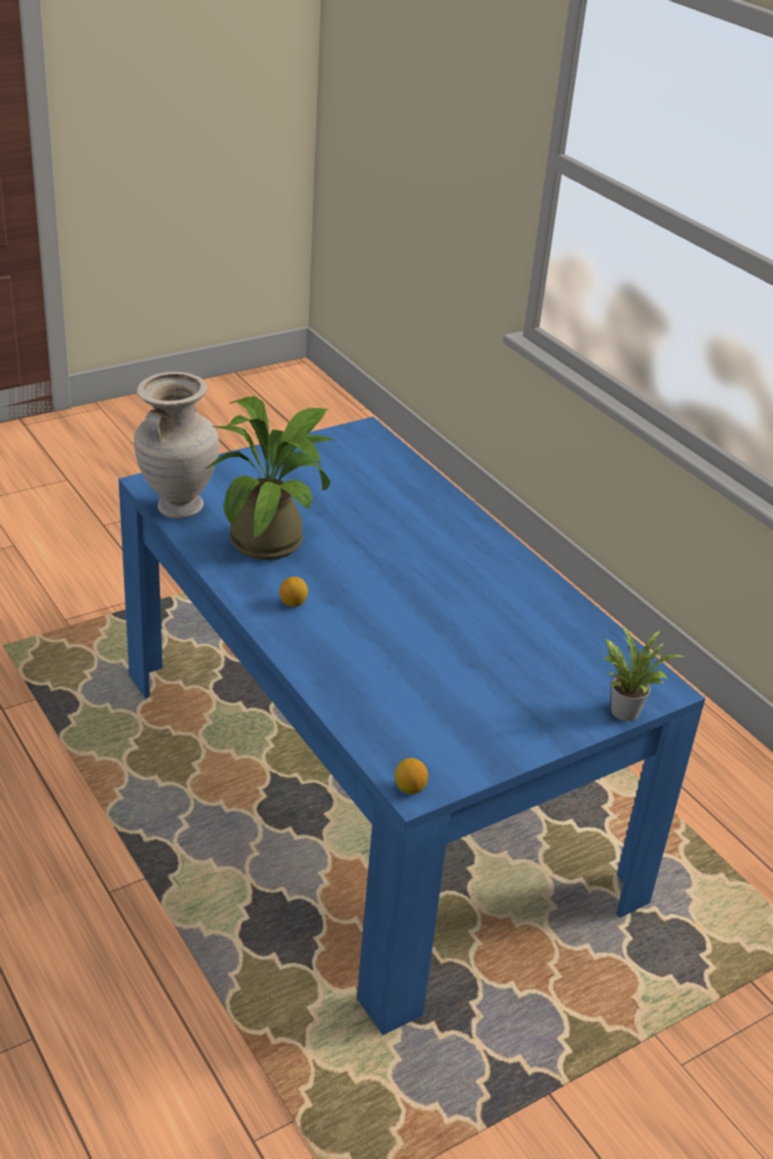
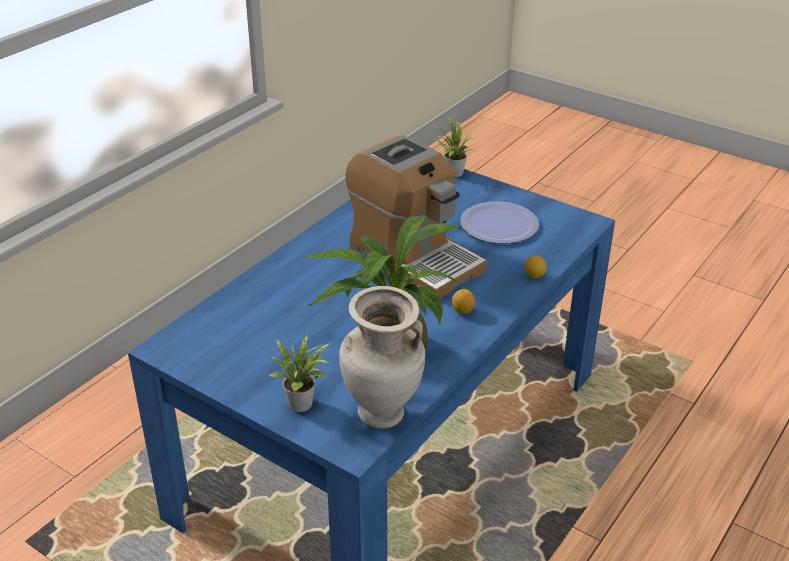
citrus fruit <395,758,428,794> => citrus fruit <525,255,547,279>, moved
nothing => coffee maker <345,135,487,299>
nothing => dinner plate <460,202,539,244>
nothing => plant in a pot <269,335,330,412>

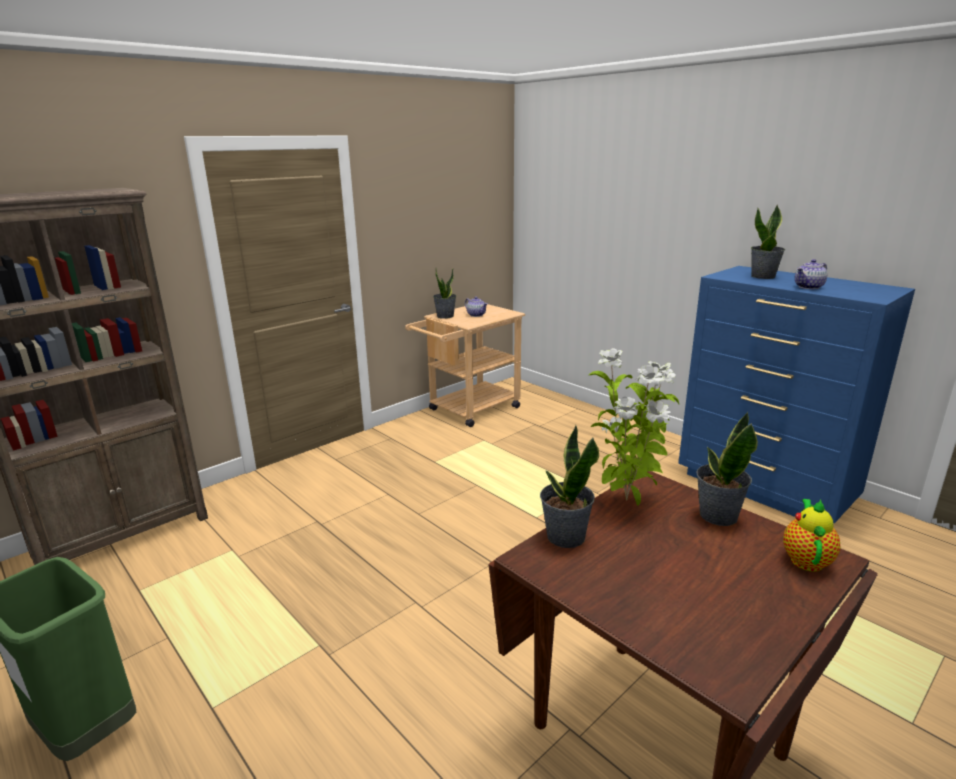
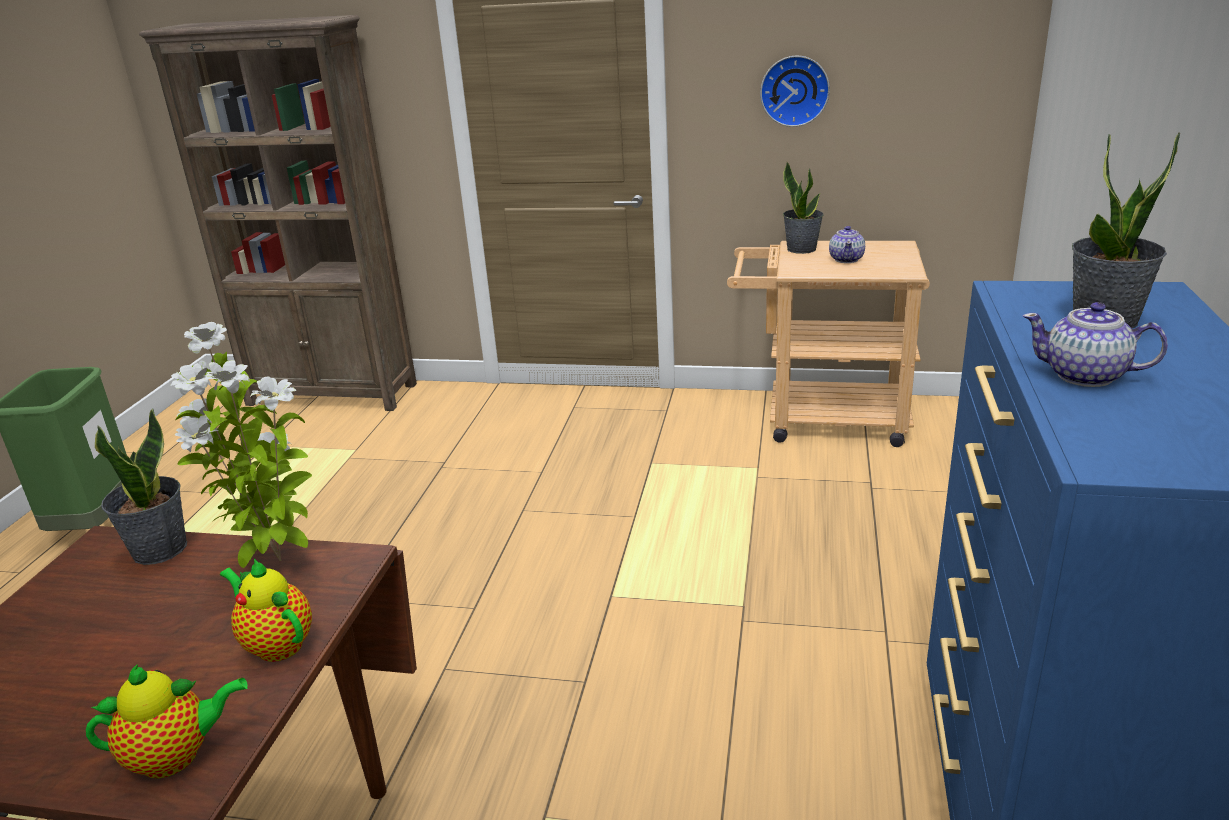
plant in a pot <696,412,758,526> => tea pot <220,559,312,662>
nothing => clock on the wall <760,56,830,127>

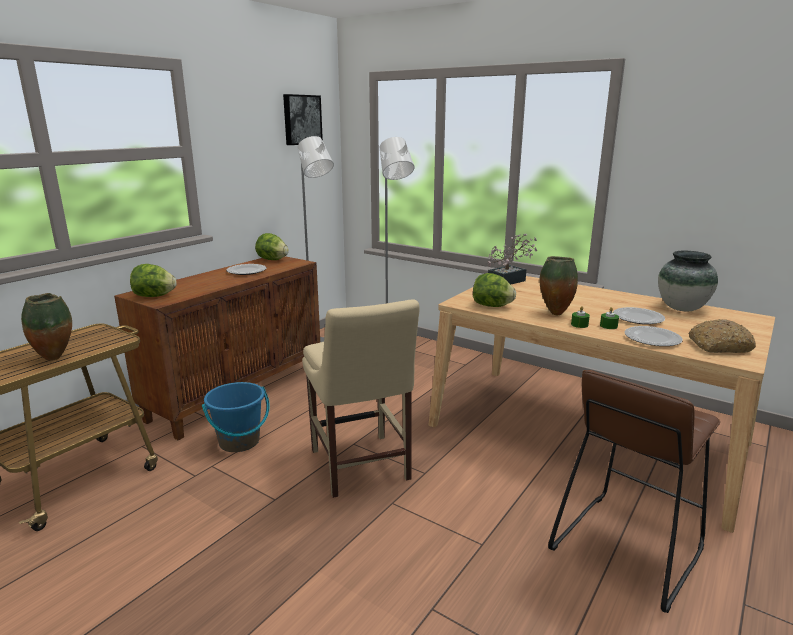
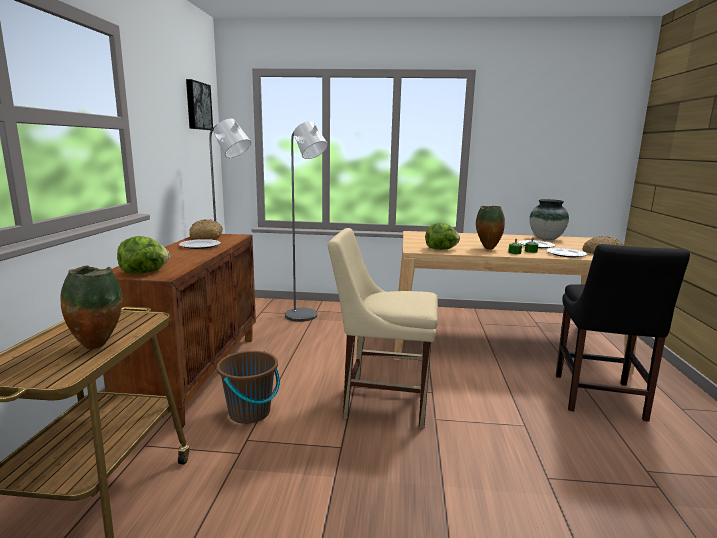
lettuce head <255,233,289,260> => bread <189,219,223,239>
plant in a pot <488,234,538,284> => nothing
sand-coloured upright chair <302,300,420,498> => sand-coloured upright chair <328,228,438,428>, 150 degrees clockwise
brown-coloured stool <548,370,720,613> => blackish upright chair <556,244,690,422>
blue water bucket <202,382,270,452> => brown-coloured water bucket <216,351,280,424>

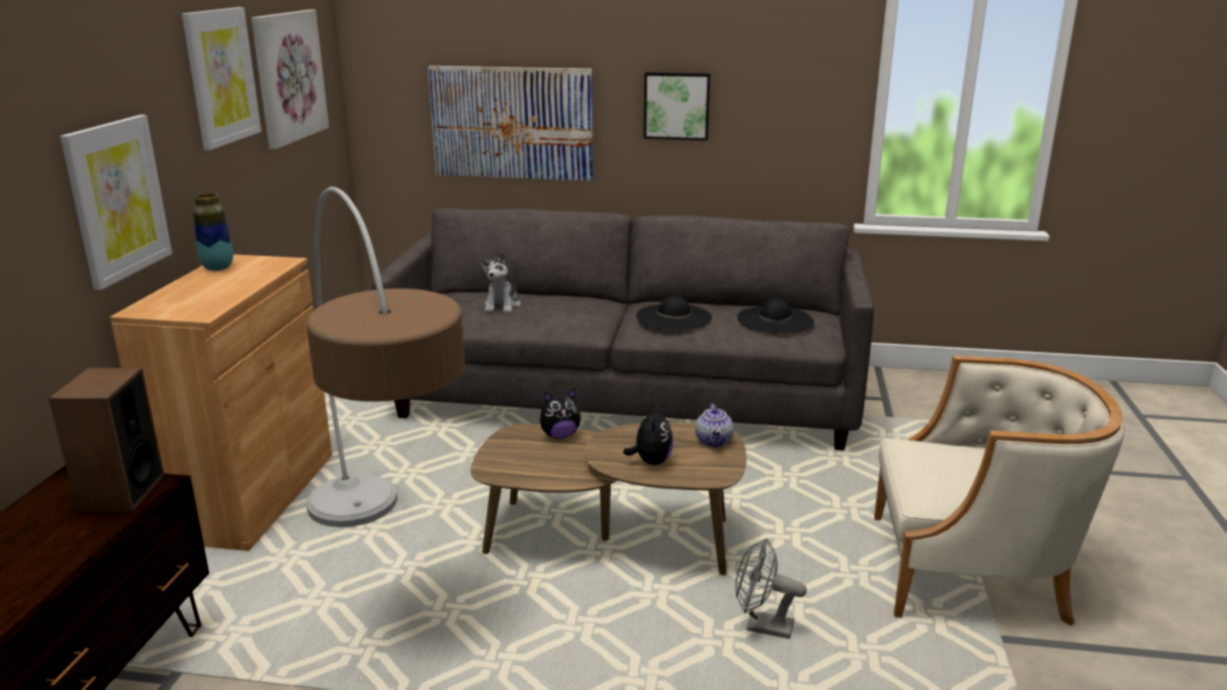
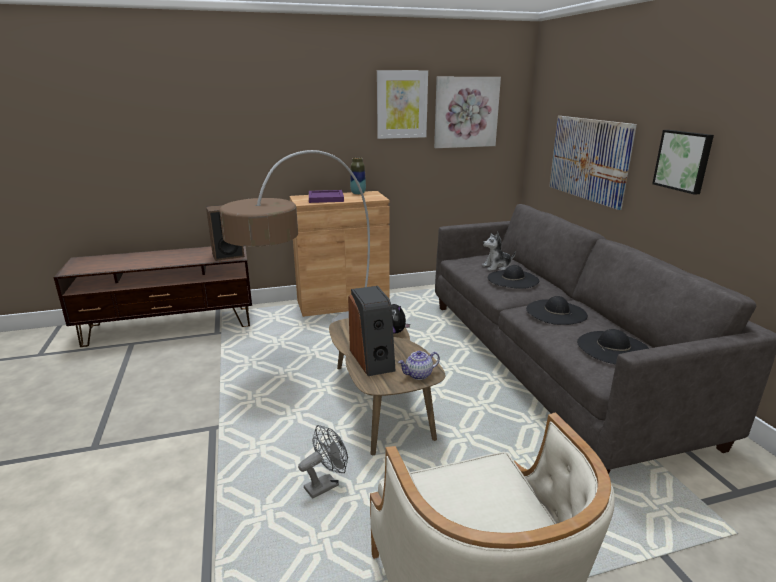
picture <60,115,172,290> => nothing
cuddly toy <623,404,673,465> => loudspeaker <348,286,396,376>
gray fan <735,538,807,639> => gray fan <298,425,348,499>, 60 degrees clockwise
nothing => purple-coloured carrying tray <309,190,344,203>
nothing => blackish hat <488,265,539,289>

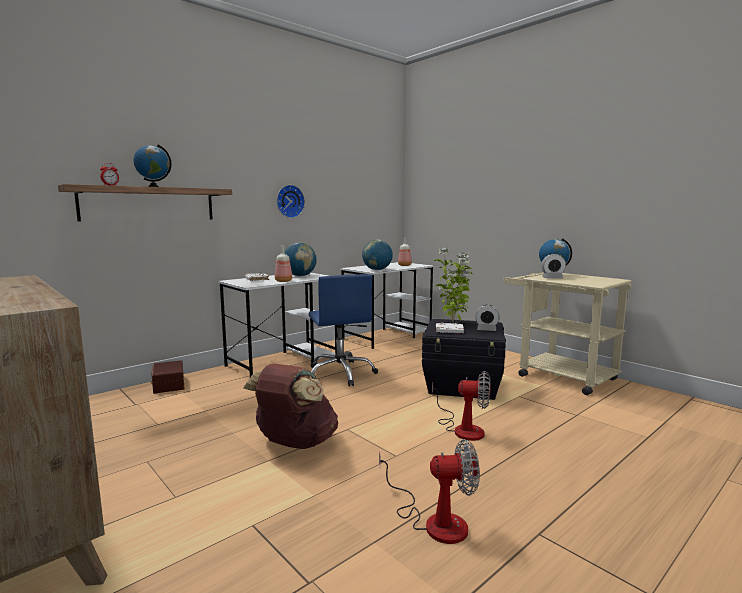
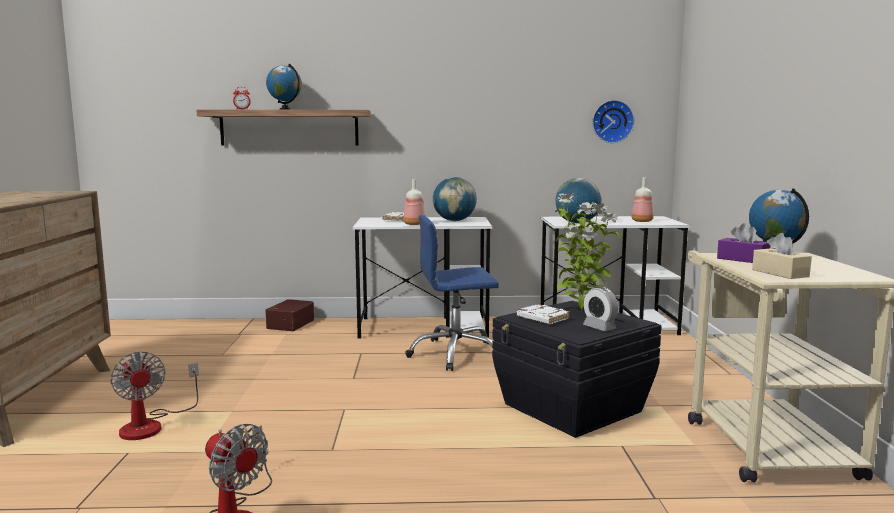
clock on the wall <277,185,305,218> => clock on the wall <592,100,635,143>, moved
table clock <541,254,566,278> => purple-coloured box of tissues <717,223,771,263>
blue desk chair <308,274,378,386> => blue desk chair <405,215,499,371>, 60 degrees clockwise
brown-coloured rucksack <243,364,338,449> => nothing
fan <432,371,491,441> => fan <110,352,199,440>, moved
nothing => sand-coloured box of tissues <752,233,812,279>

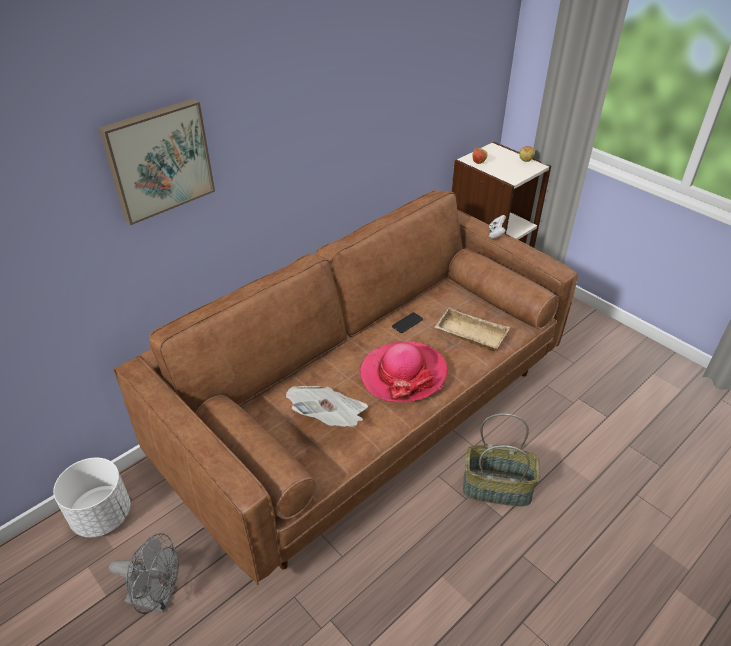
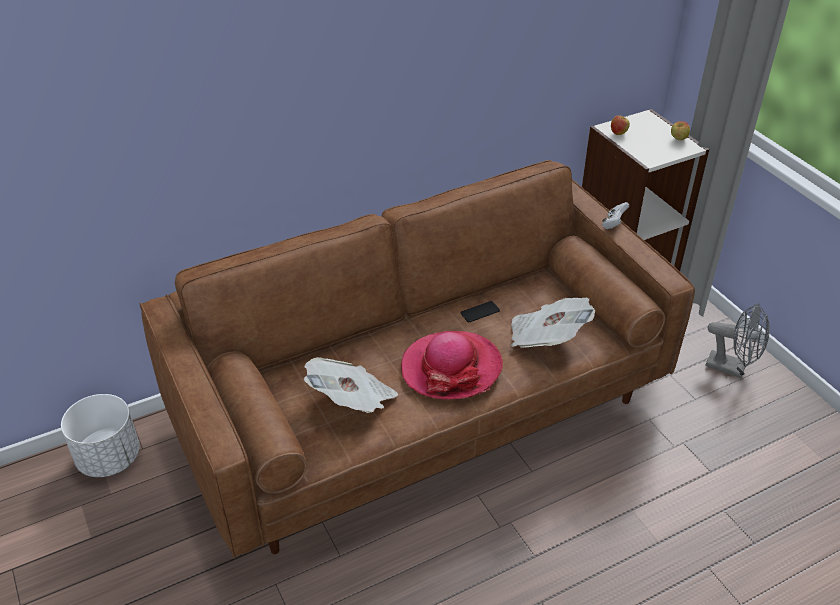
picture <99,99,215,225> => nothing
sand-coloured carrying tray <435,307,510,351> => newspaper <511,298,595,348>
basket <463,413,540,506> => nothing
gray fan <109,533,179,614> => gray fan <705,303,770,378>, moved

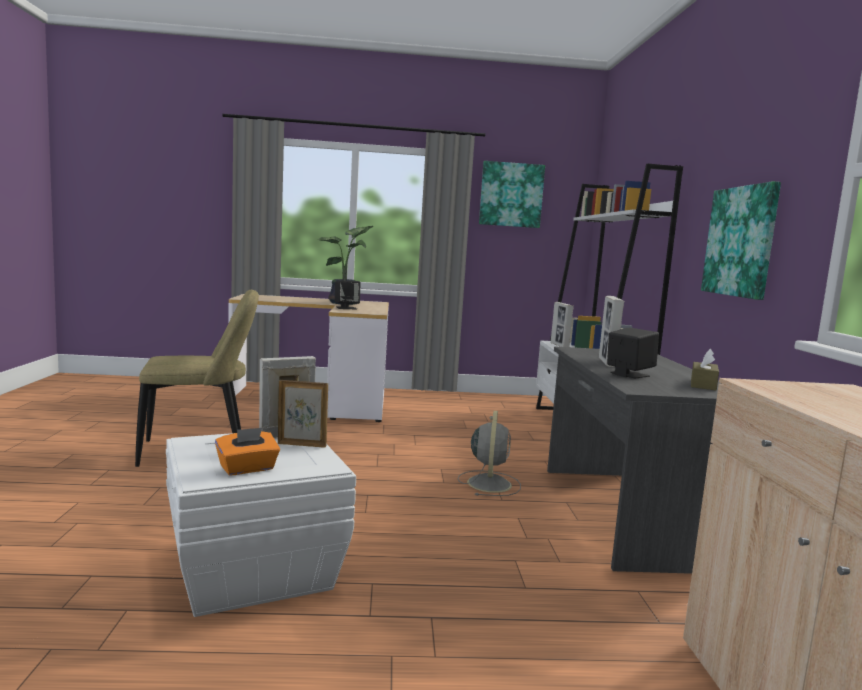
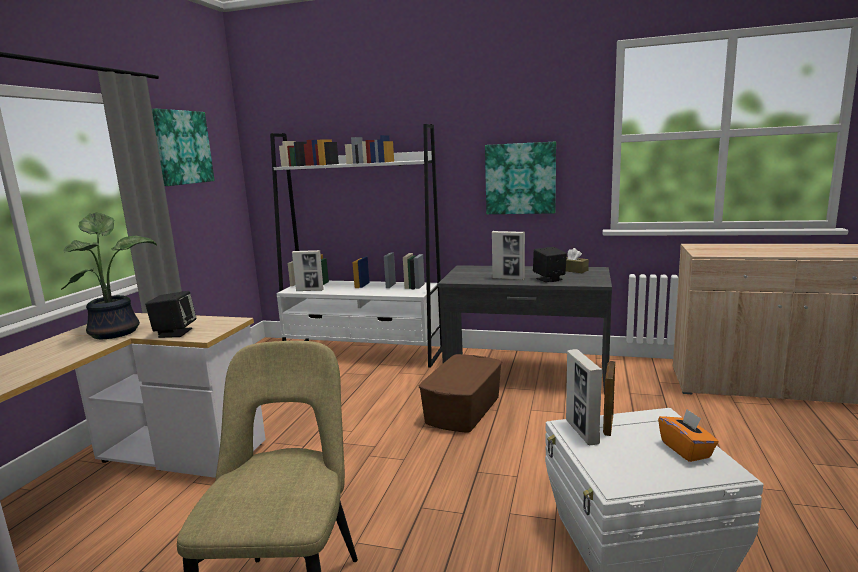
gray fan <458,411,521,496> => brown-coloured storage container <419,354,502,433>

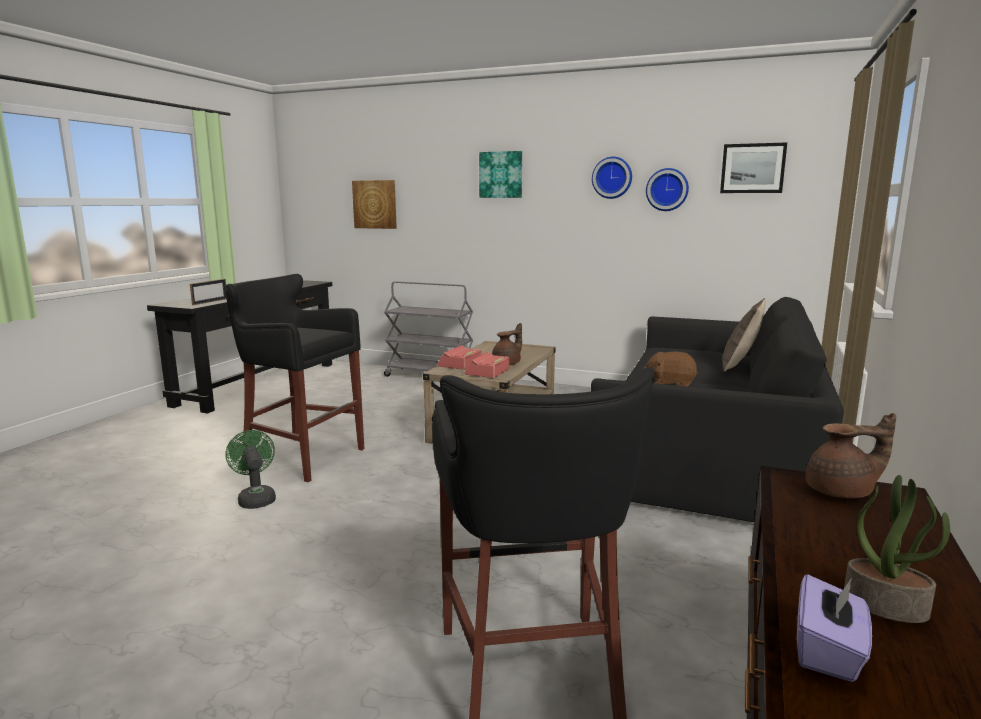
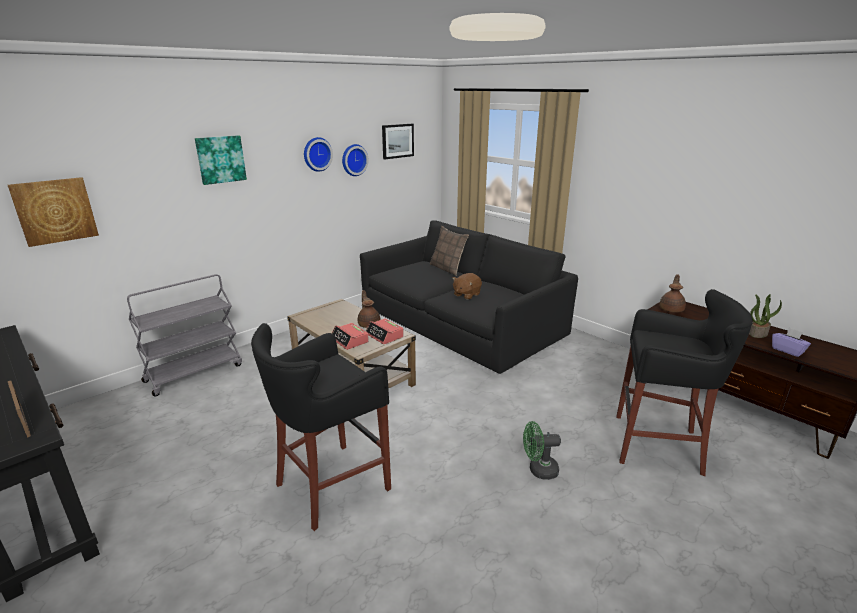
green-coloured fan <225,430,276,509> => green-coloured fan <523,421,561,480>, moved

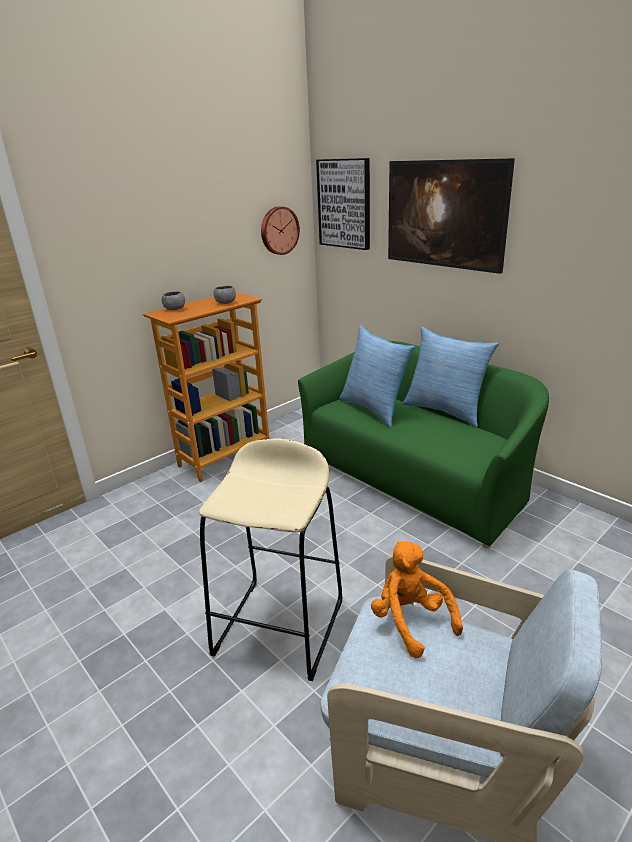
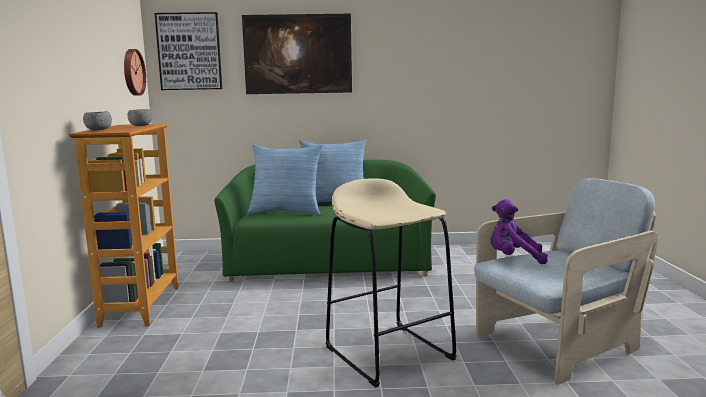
orange-coloured cuddly toy <371,541,463,658> => purple-coloured cuddly toy <490,199,548,264>

